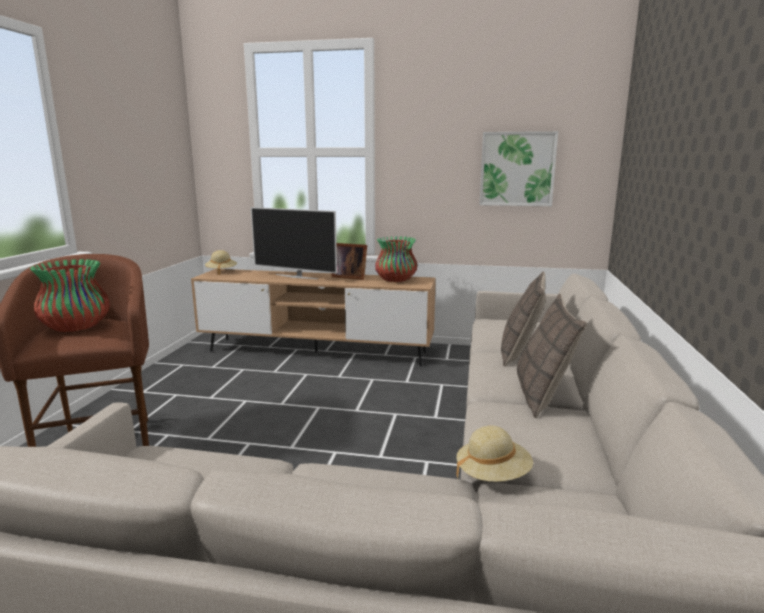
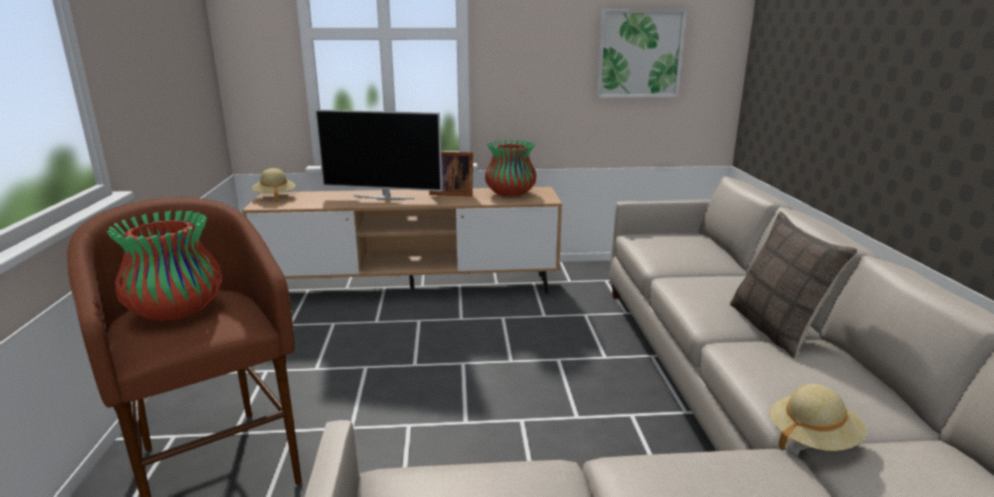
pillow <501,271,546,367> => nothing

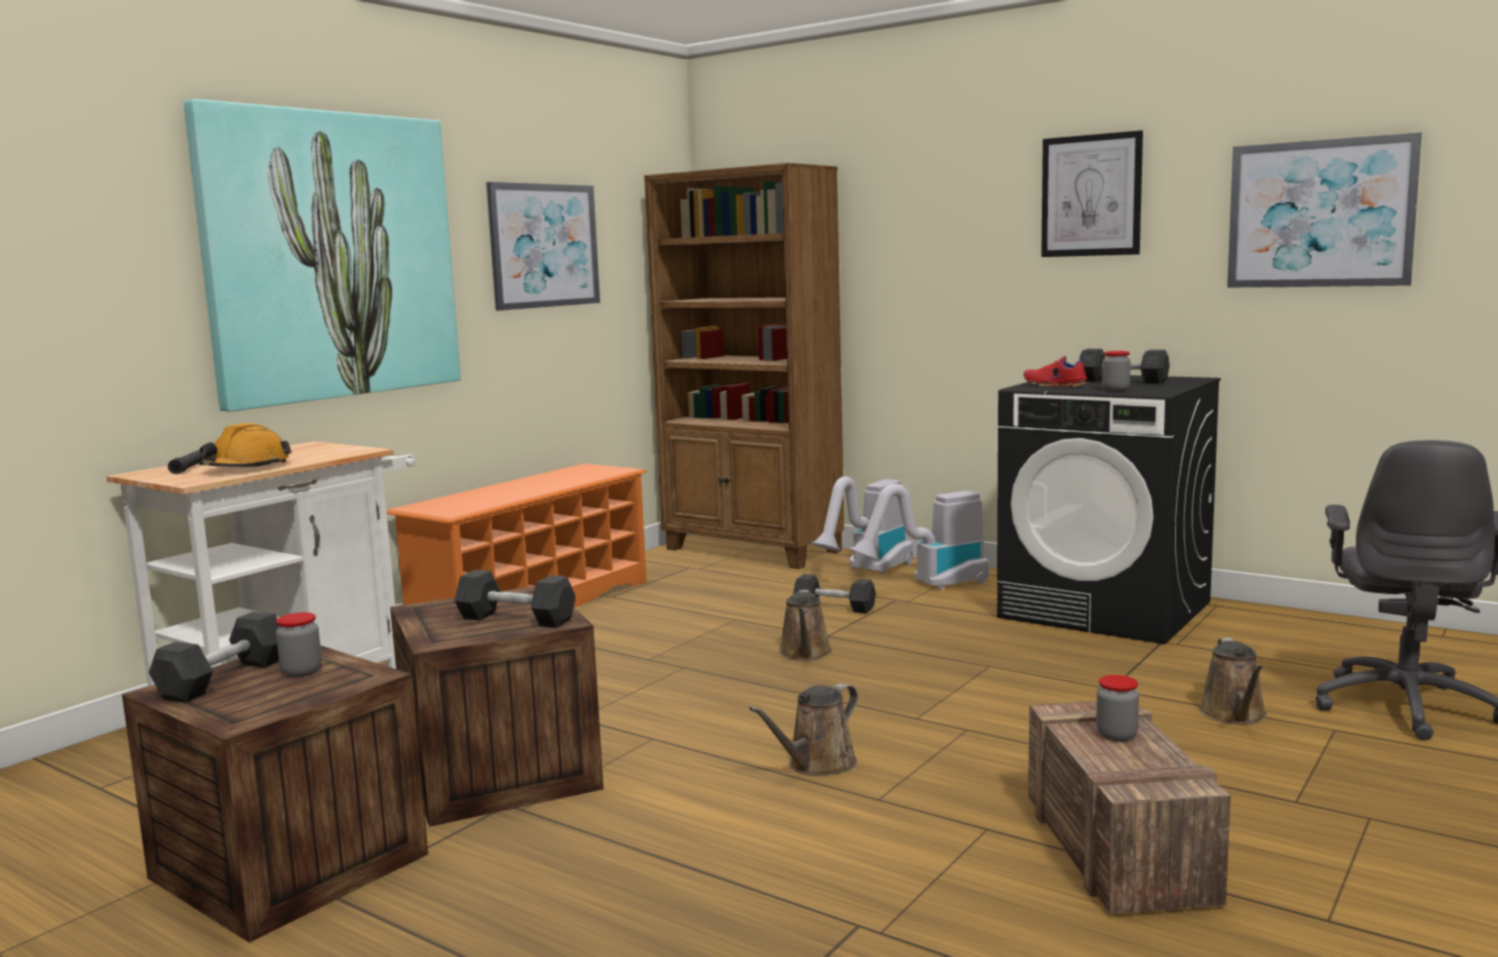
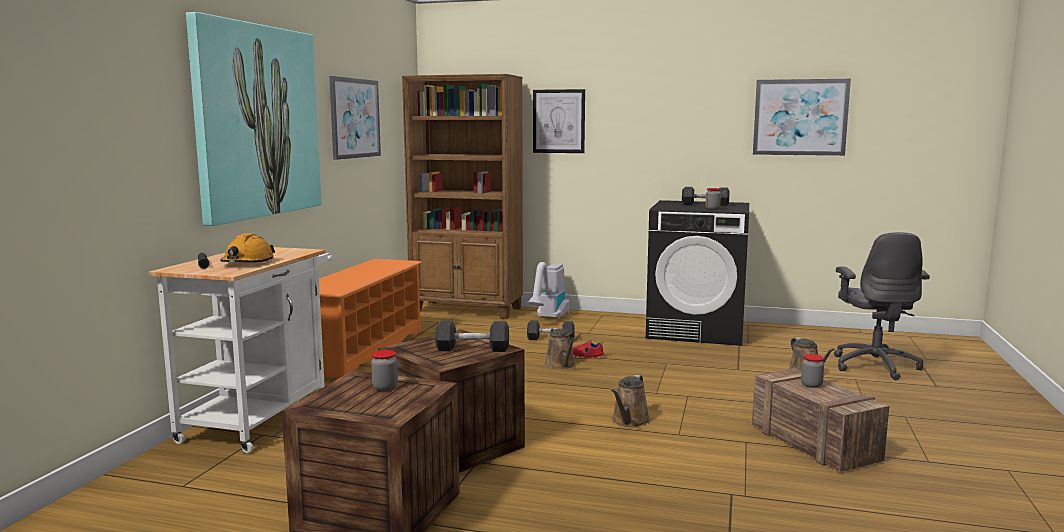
picture <1041,130,1143,257> => picture <533,89,585,153>, moved
red-coloured item of footwear <1023,356,1088,387> => red-coloured item of footwear <572,340,605,359>, moved
vacuum <850,484,989,590> => nothing
gray hand weight <149,612,280,703> => nothing

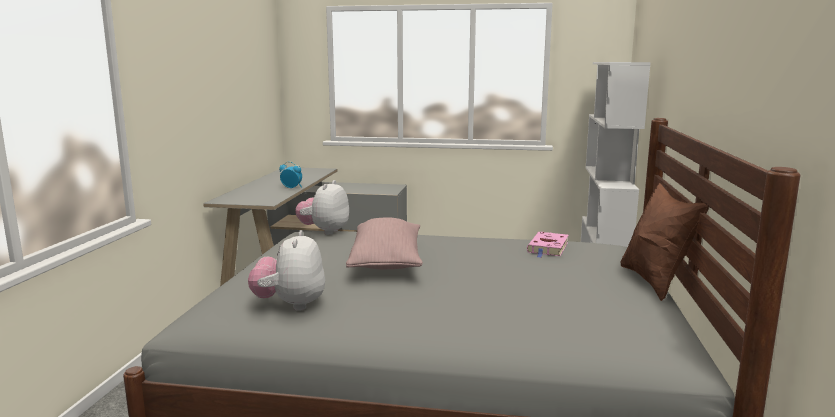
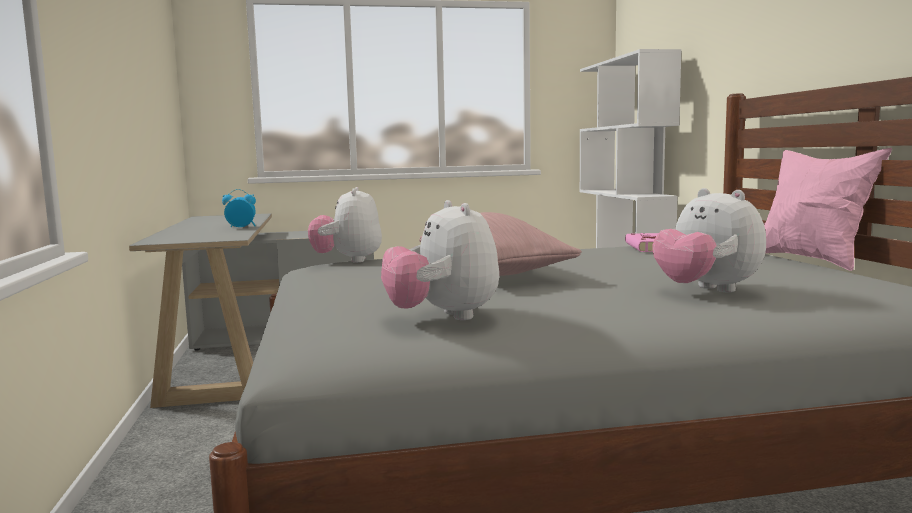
brown-coloured pillow <620,183,709,301> => pink-coloured pillow <764,148,892,271>
nothing => cuddly toy <653,188,766,292>

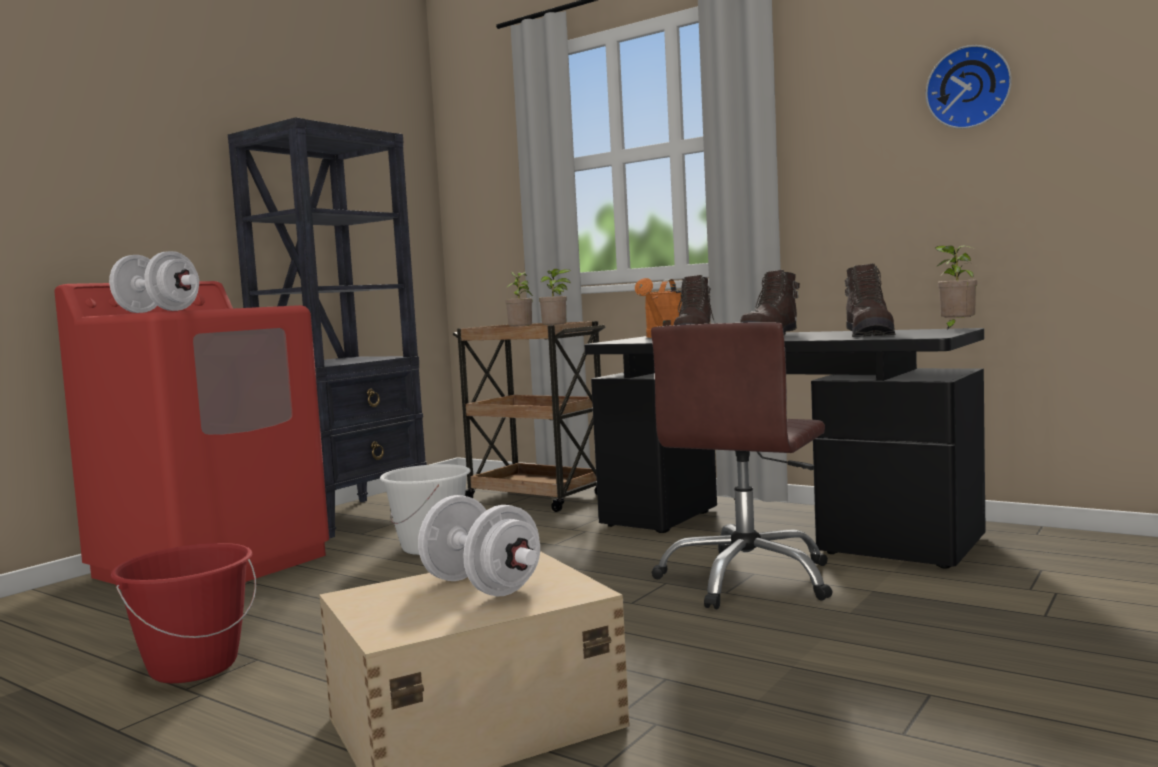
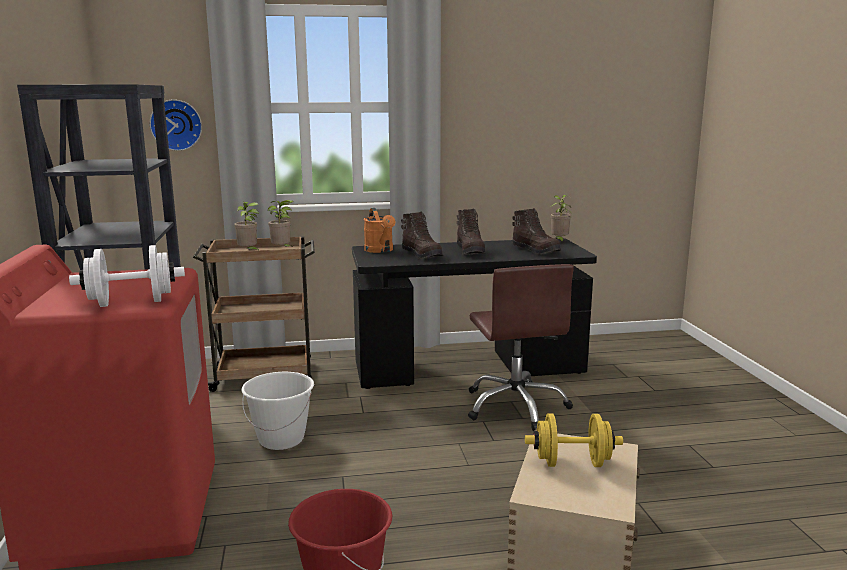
clock on the wall <926,45,1012,129> => clock on the wall <150,99,202,151>, moved
white hand weight <418,495,540,597> => yellow-coloured hand weight <525,413,623,467>

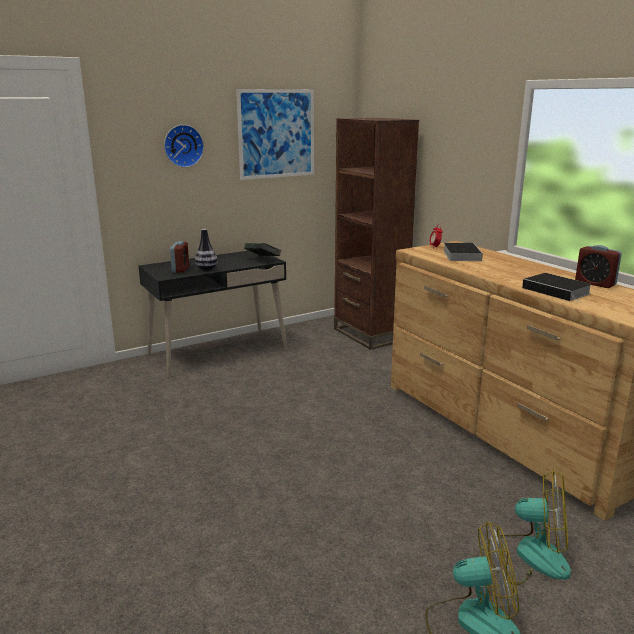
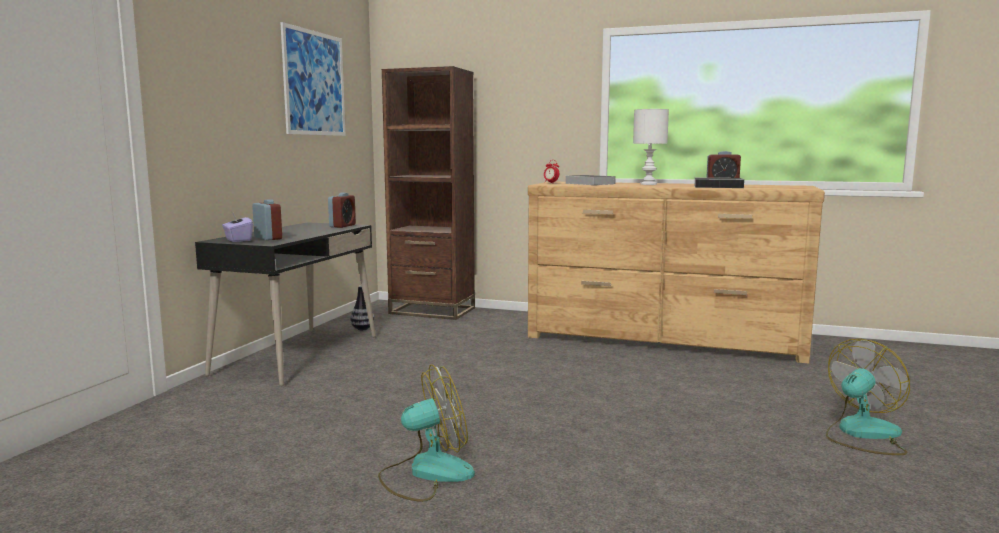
clock on the wall <164,124,204,168> => nothing
decorative vase <195,229,218,271> => decorative vase <350,286,374,330>, moved
bound book <244,243,282,256> => table clock <328,193,356,228>
fan <487,470,571,585> => fan <378,365,475,502>, moved
nothing => white table lamp <633,109,669,185>
nothing => purple-coloured box of tissues <222,212,253,242>

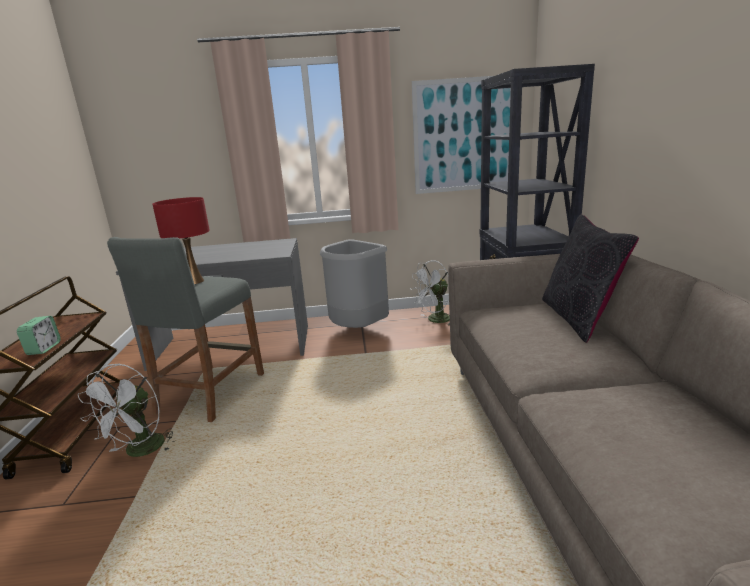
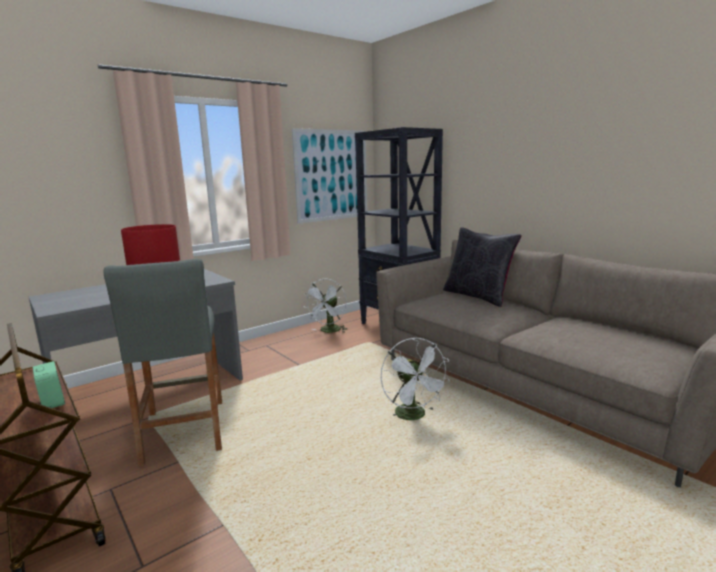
gray waste bin <320,239,389,328> => nothing
white fan <78,363,175,457> => white fan <381,338,451,420>, moved

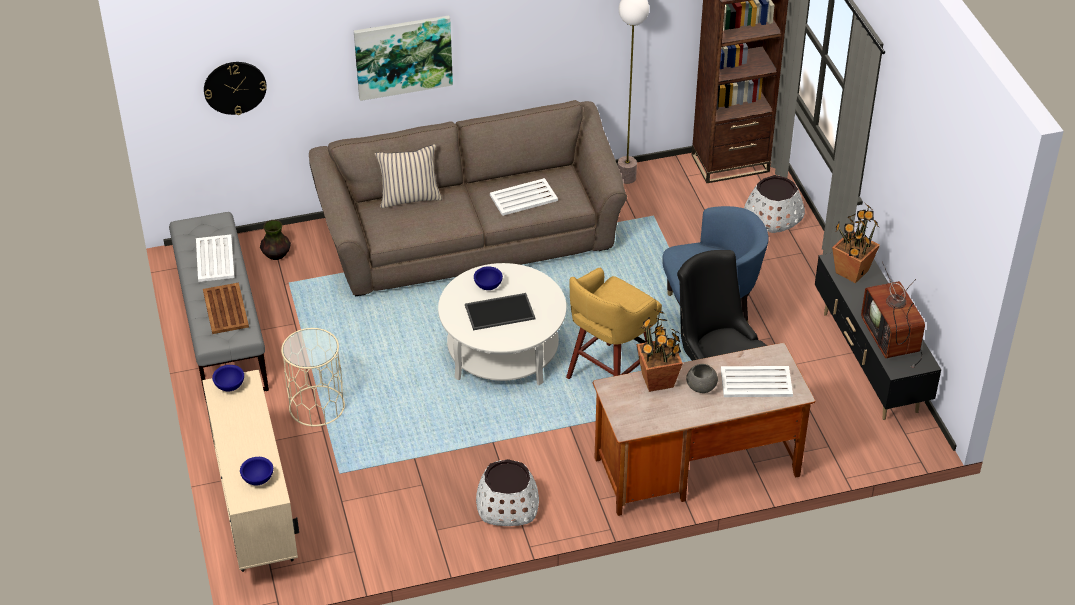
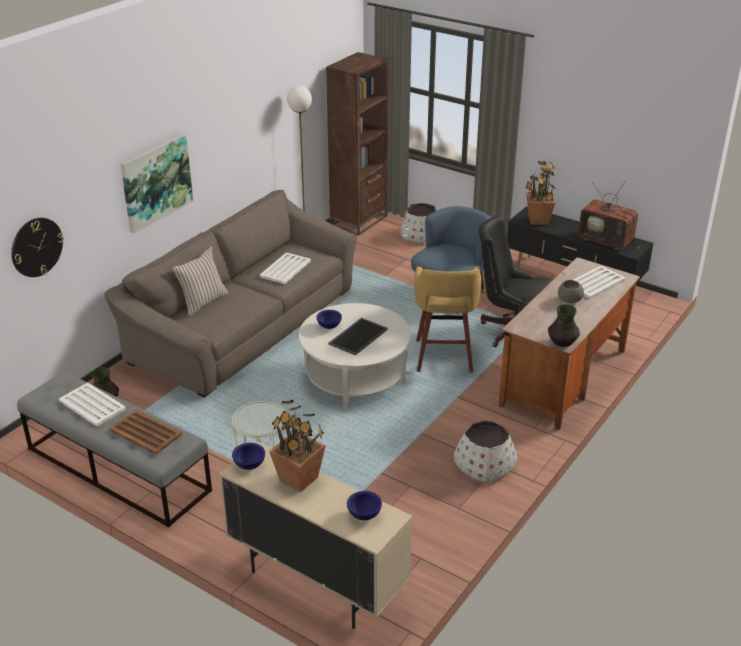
plant in a pot <636,309,683,392> => plant in a pot <269,400,326,492>, moved
nothing => decorative vase <548,304,580,347>

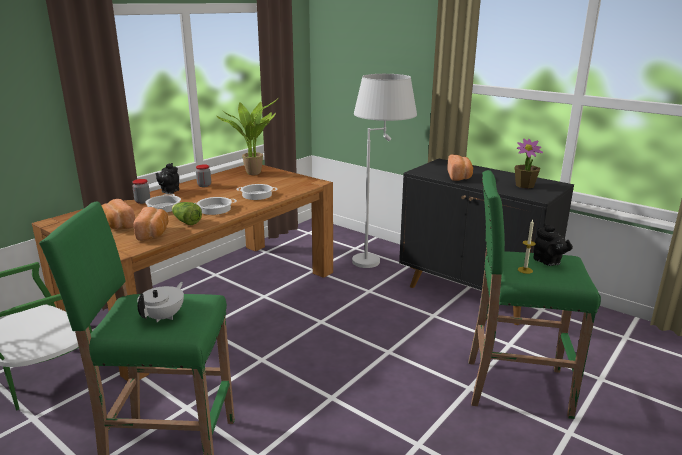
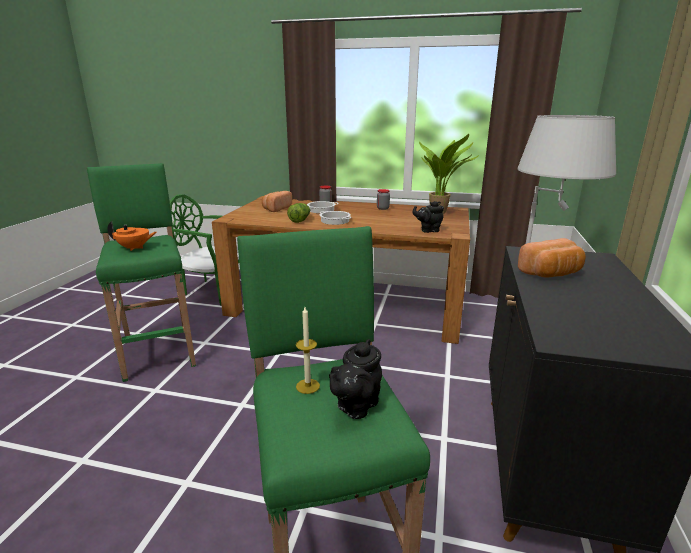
plant in a pot <515,139,543,189> => nothing
blackish tea pot <156,163,179,194> => blackish tea pot <413,201,444,233>, moved
saucepot <236,184,278,200> => nothing
bread <134,207,168,241> => nothing
white tea pot <137,282,184,322> => orange-coloured tea pot <107,221,157,251>

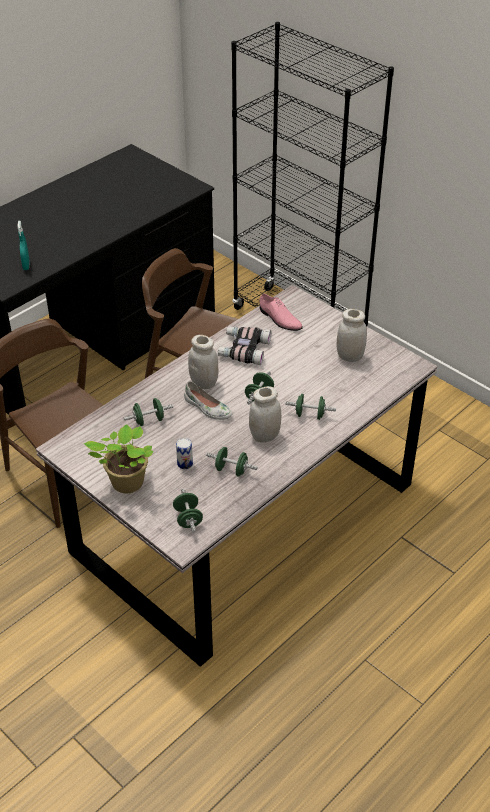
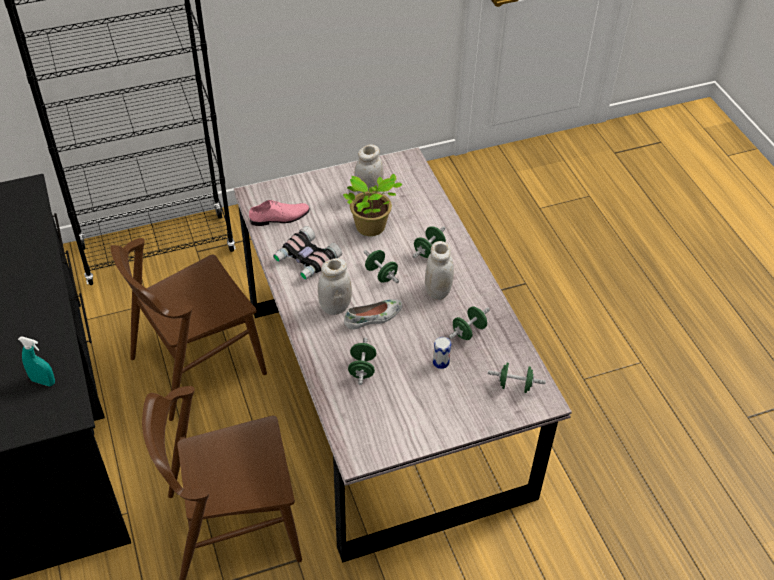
plant in a pot <84,424,153,493> => plant in a pot <343,174,403,236>, moved

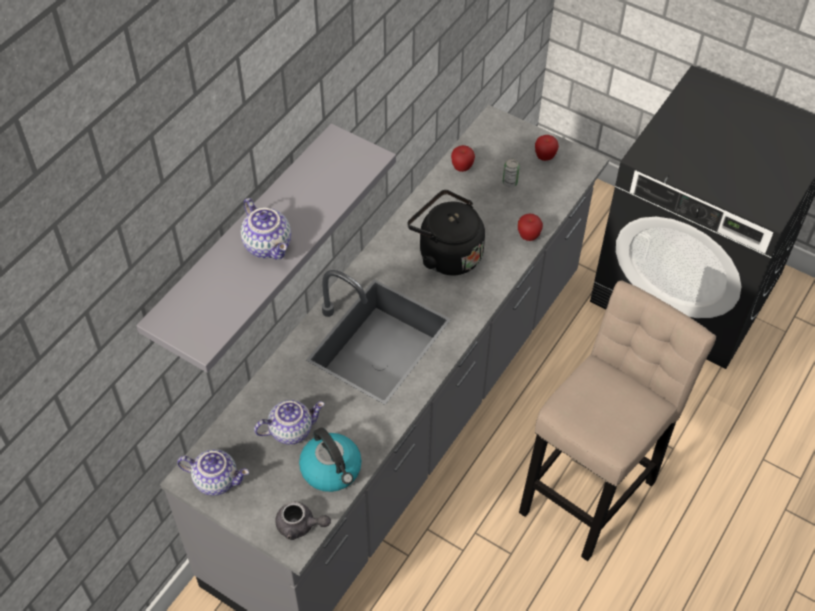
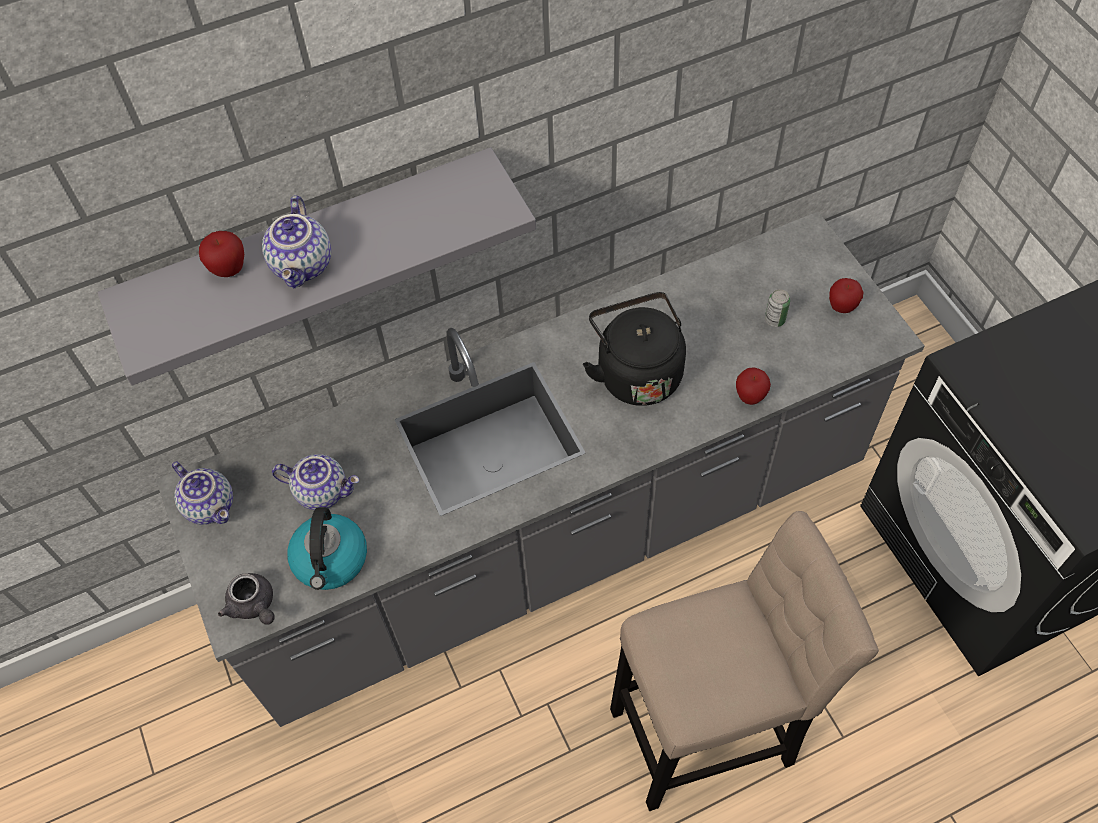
whole apple <451,145,475,172> => whole apple <199,231,244,277>, moved

